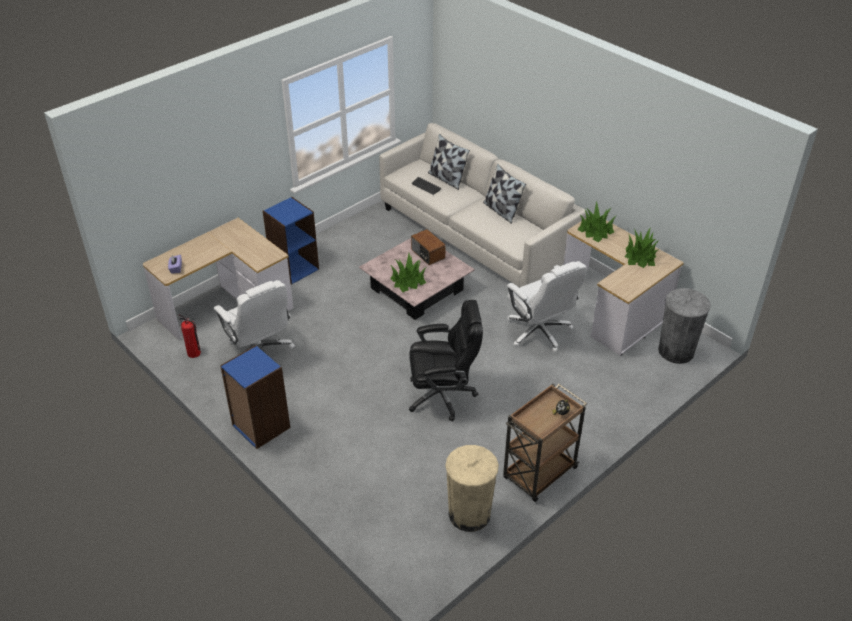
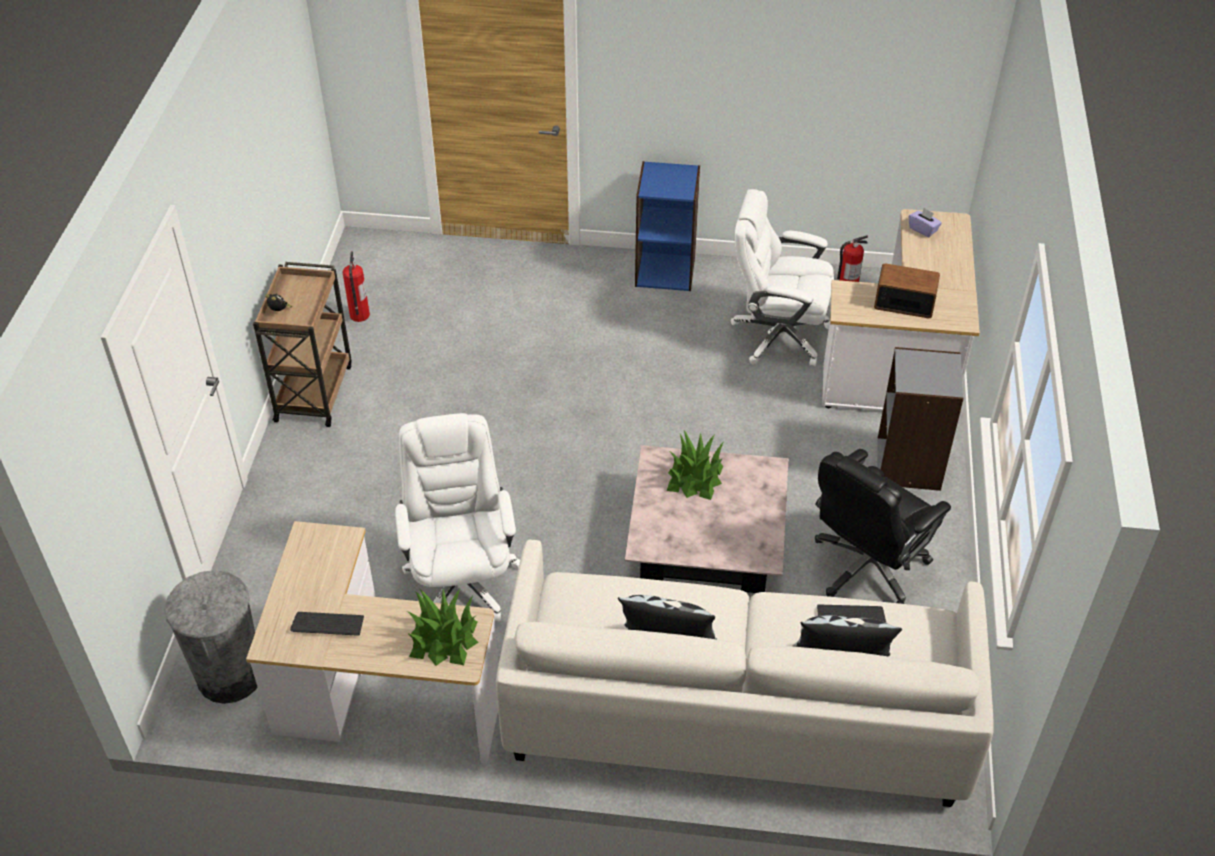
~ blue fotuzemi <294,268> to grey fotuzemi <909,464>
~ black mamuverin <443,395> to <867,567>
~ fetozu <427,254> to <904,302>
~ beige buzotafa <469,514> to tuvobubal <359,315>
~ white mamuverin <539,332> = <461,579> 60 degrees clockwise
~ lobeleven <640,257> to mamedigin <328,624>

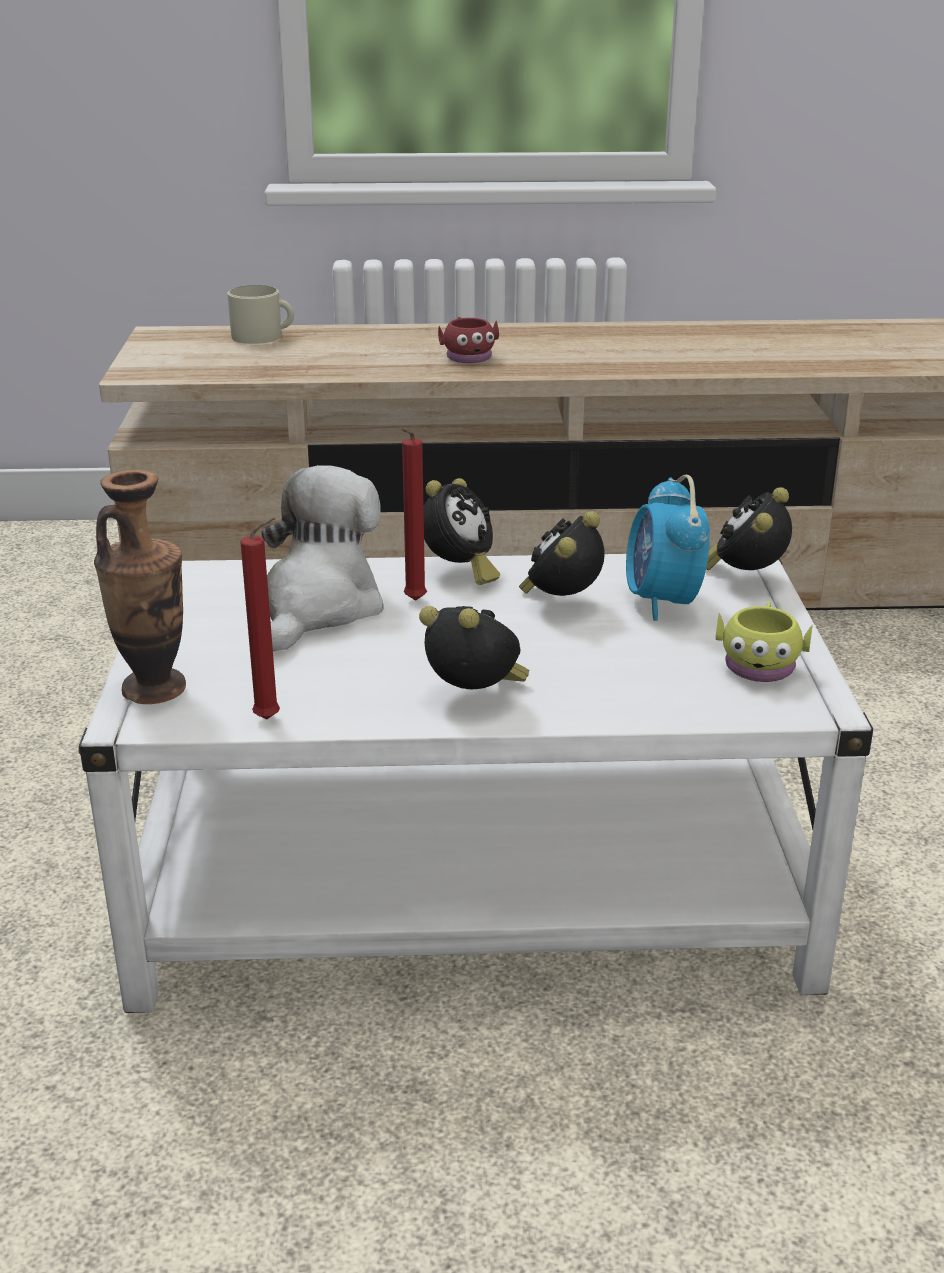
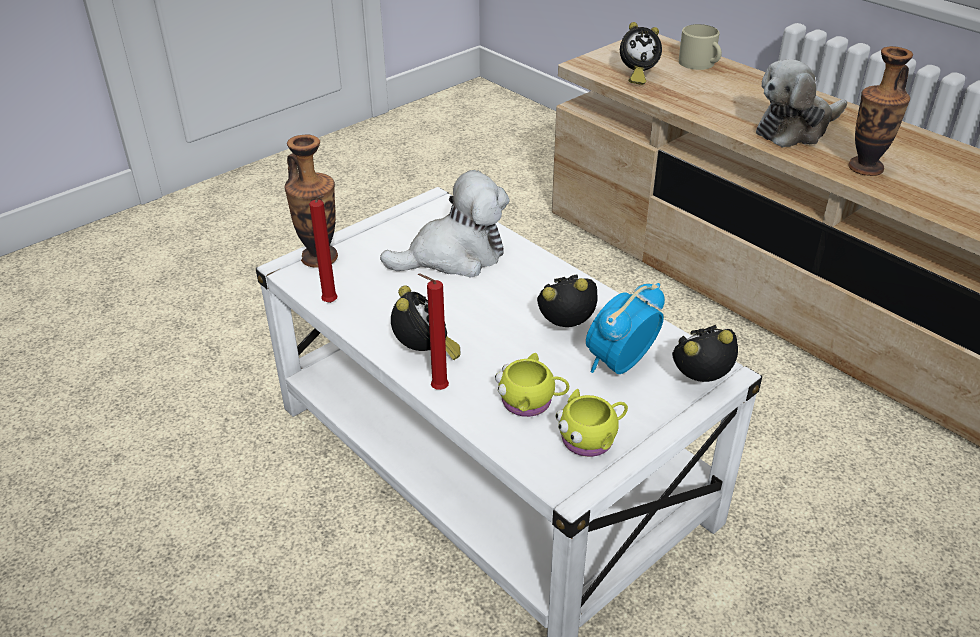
~ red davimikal <413,602> to <437,389>
~ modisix <459,572> to <636,76>
~ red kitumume <467,356> to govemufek <795,129>
+ yellow kitumume <531,402>
+ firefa <865,168>

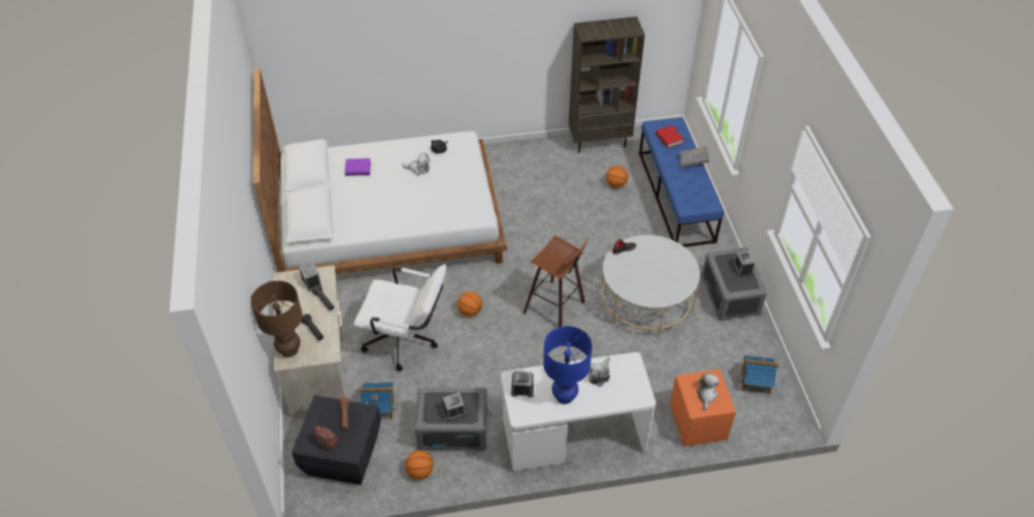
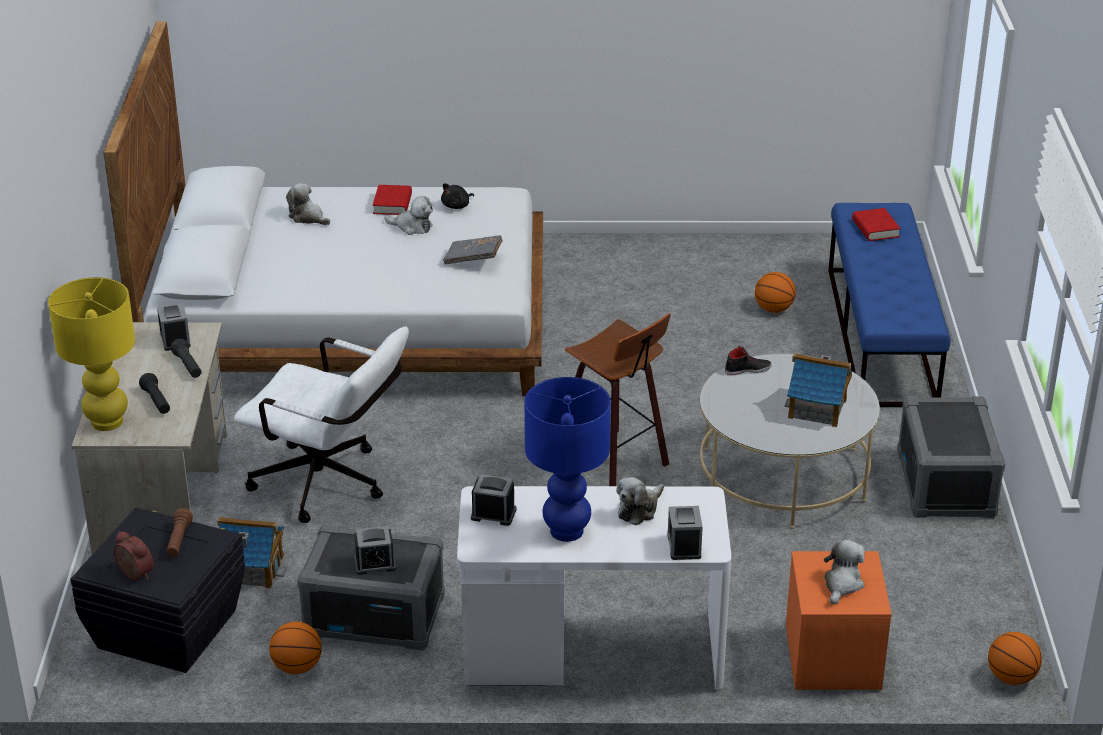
~ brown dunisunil <289,350> to yellow dunisunil <107,422>
~ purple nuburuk <358,169> to govemufek <308,217>
~ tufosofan <470,311> to <1011,678>
- brown fotuzemi <599,141>
~ grey nuburuk <693,161> to <473,258>
~ modisix <742,269> to <684,546>
~ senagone <756,381> to <817,409>
+ red nuburuk <392,204>

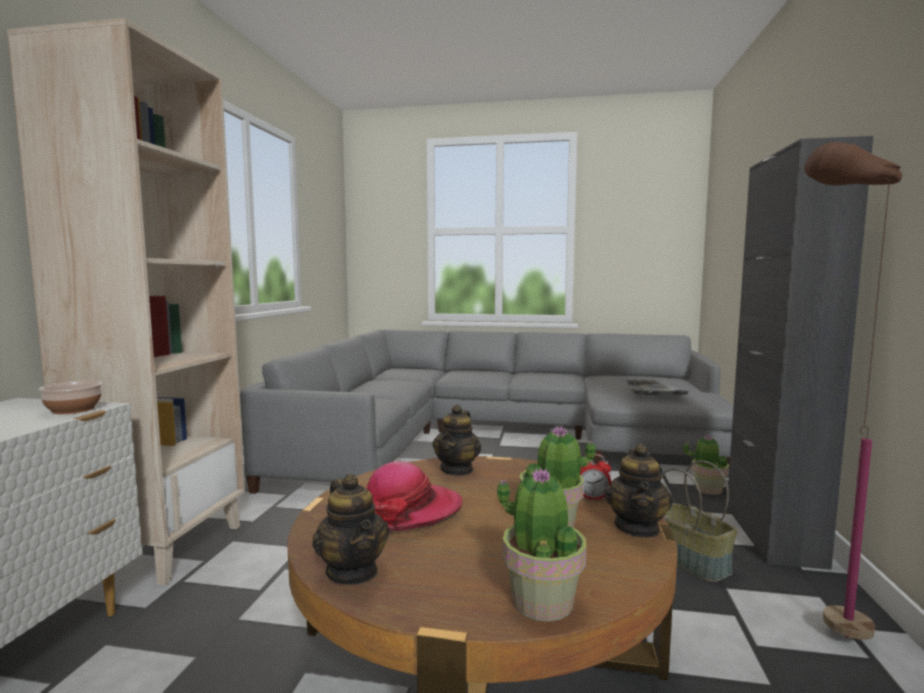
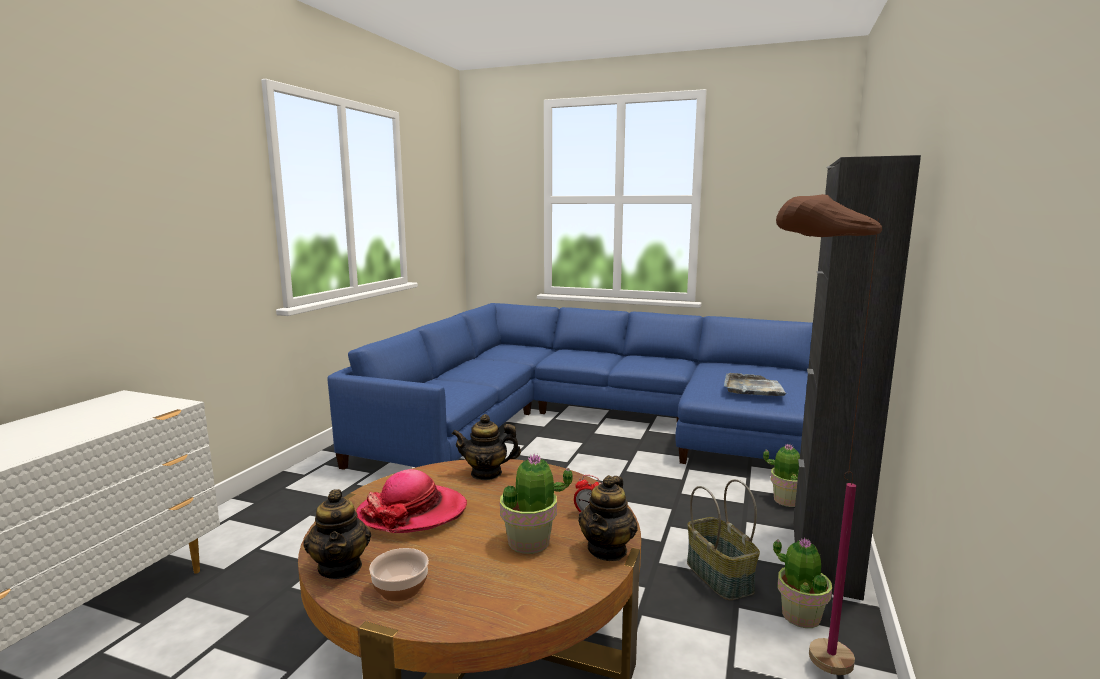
- beige fotuzemi <163,547>
~ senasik <72,410> to <400,588>
~ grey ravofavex <495,436> to blue ravofavex <594,422>
~ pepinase <457,469> = <486,473> 60 degrees clockwise
~ lobeleven <542,601> to <800,615>

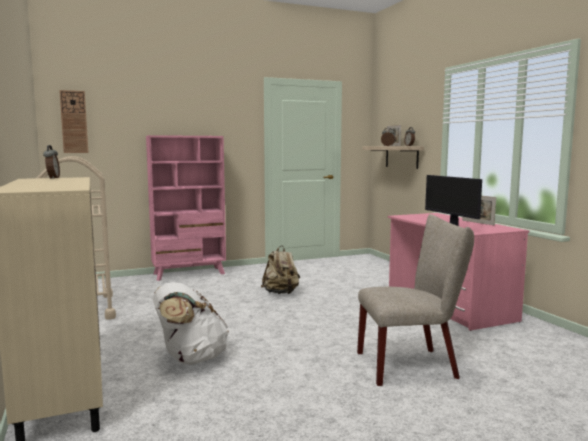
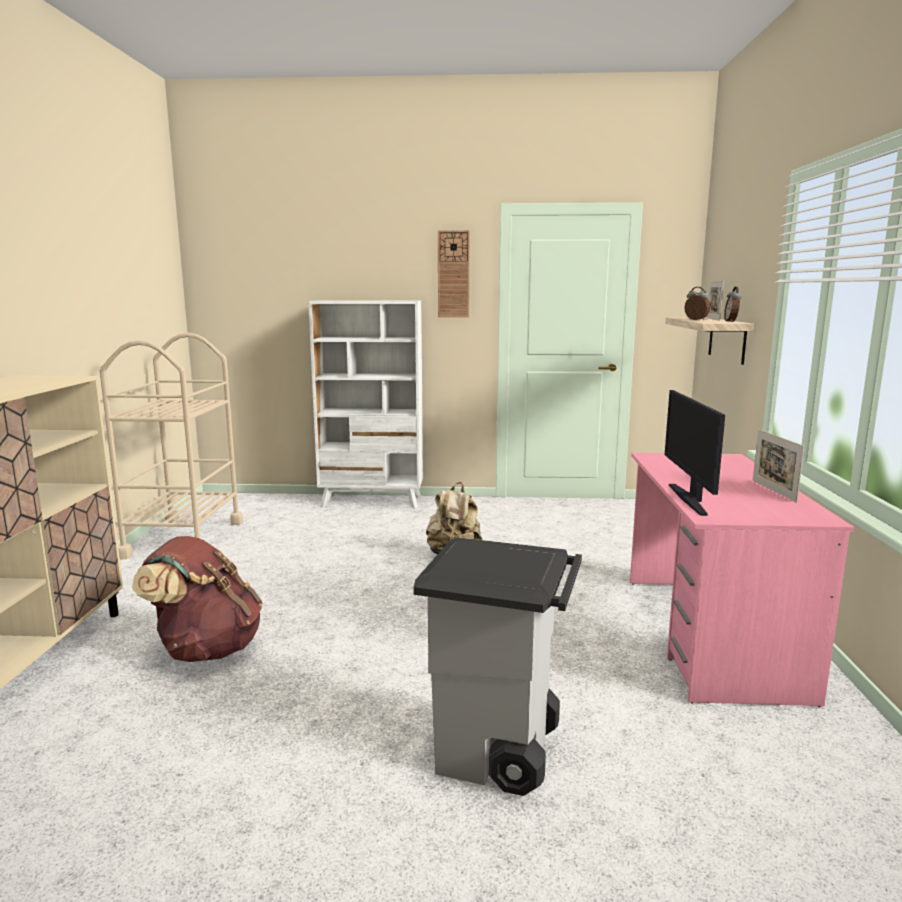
- modisix <52,178>
~ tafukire <74,122> to <453,274>
~ pink fotuzemi <189,274> to white fotuzemi <372,501>
~ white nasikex <190,358> to brown nasikex <206,649>
~ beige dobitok <412,365> to grey buzotafa <498,753>

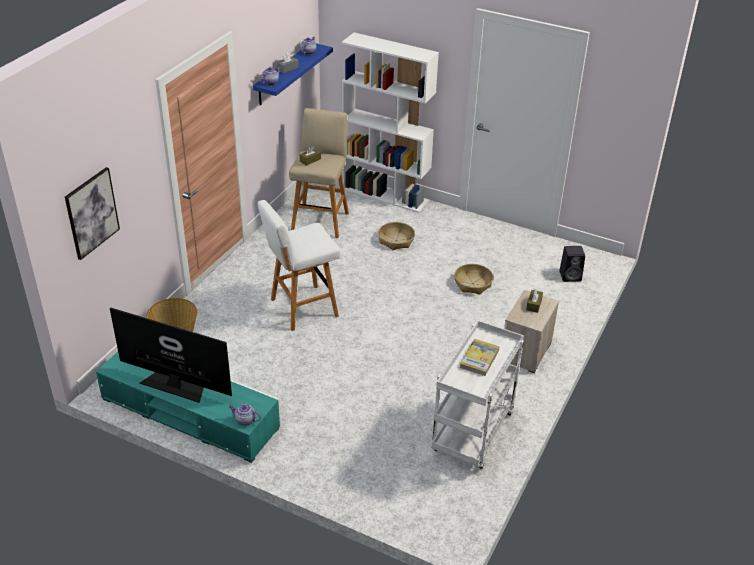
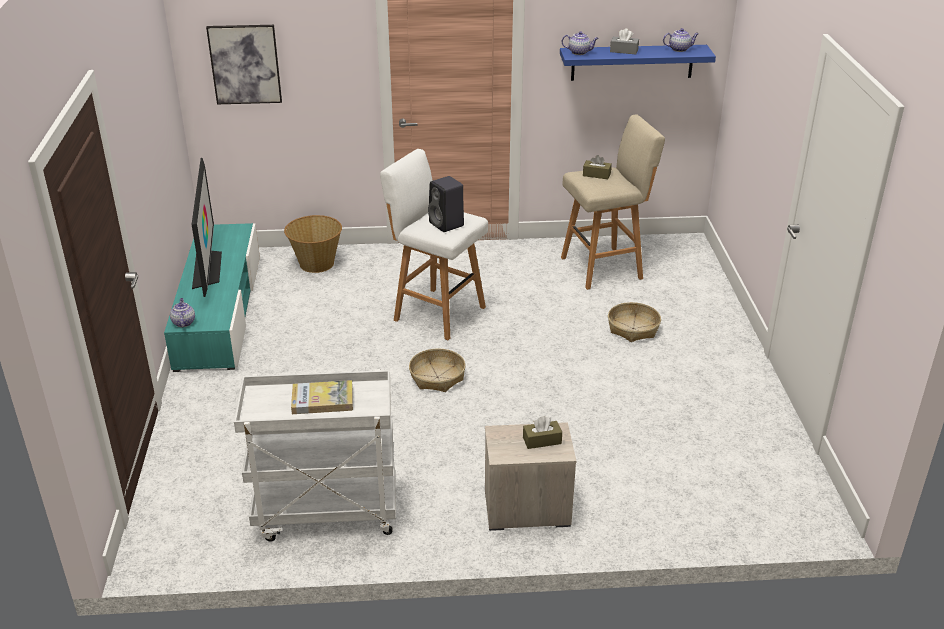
- white fotuzemi <386,195>
~ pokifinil <472,284> to <437,377>
~ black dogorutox <571,276> to <447,224>

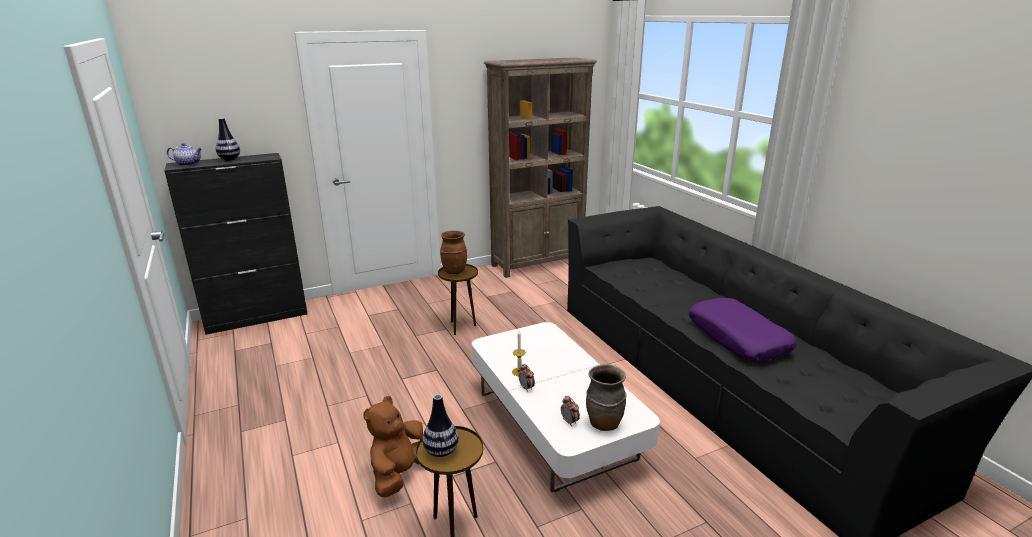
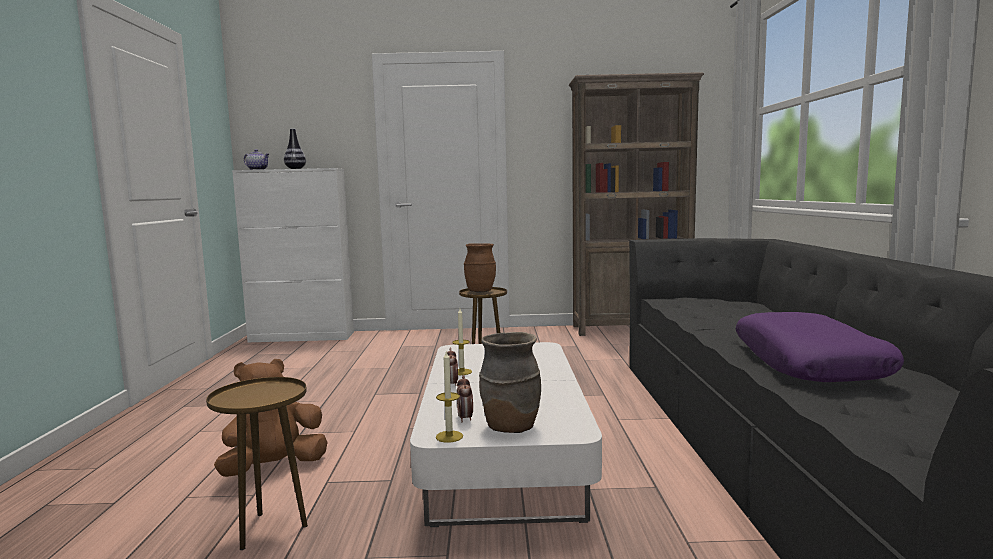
~ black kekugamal <257,317> to white kekugamal <302,337>
- firefa <441,451>
+ davimikal <449,436>

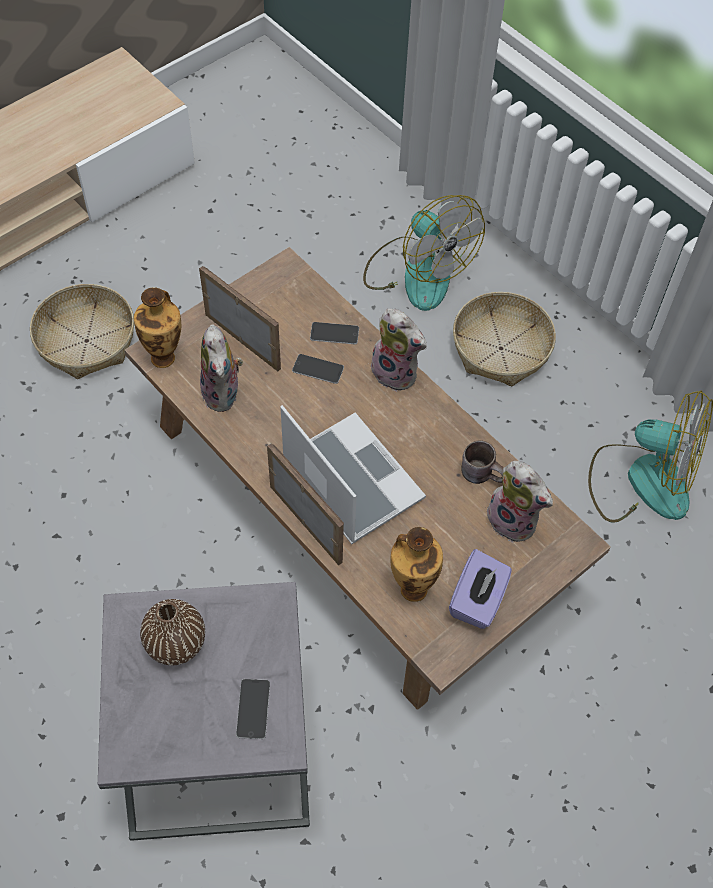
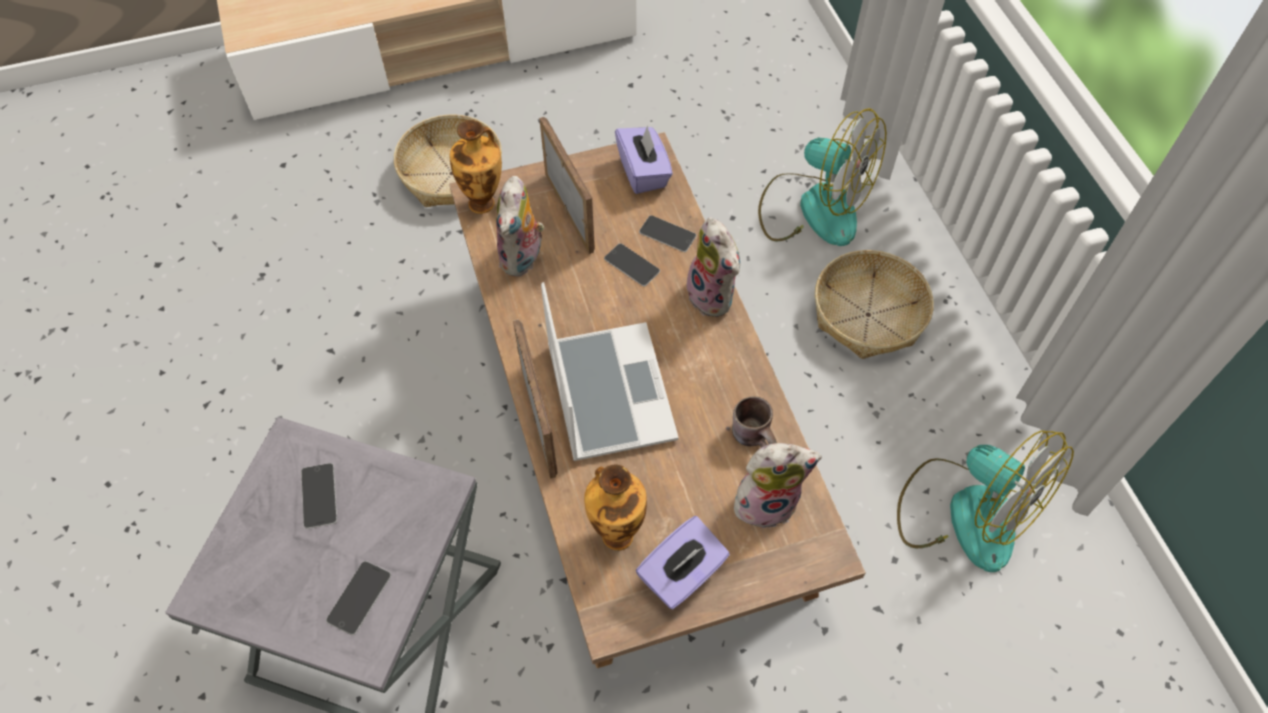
~ brown firefa <176,643> to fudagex <319,495>
~ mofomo <417,272> = <813,207> 45 degrees counterclockwise
~ govemufek <514,521> = <766,501> 75 degrees counterclockwise
+ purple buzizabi <643,172>

